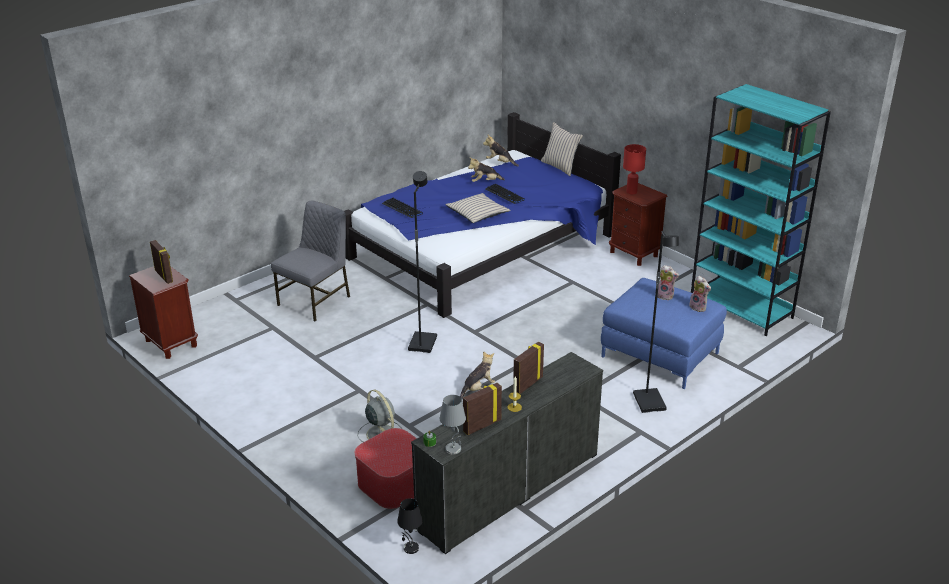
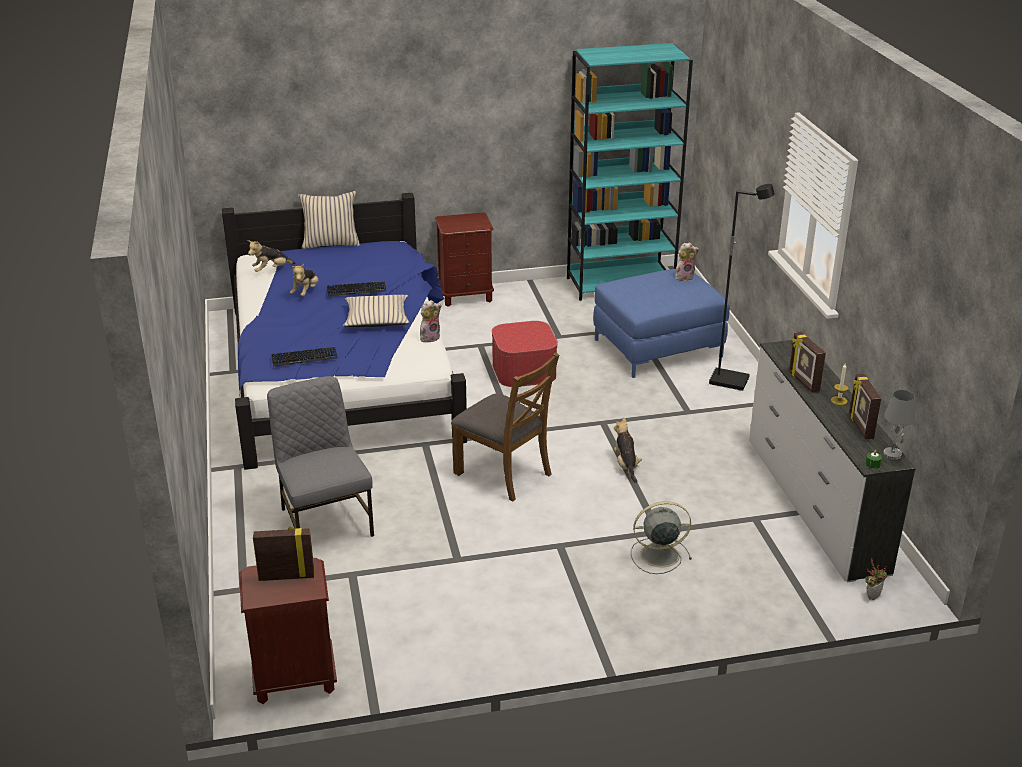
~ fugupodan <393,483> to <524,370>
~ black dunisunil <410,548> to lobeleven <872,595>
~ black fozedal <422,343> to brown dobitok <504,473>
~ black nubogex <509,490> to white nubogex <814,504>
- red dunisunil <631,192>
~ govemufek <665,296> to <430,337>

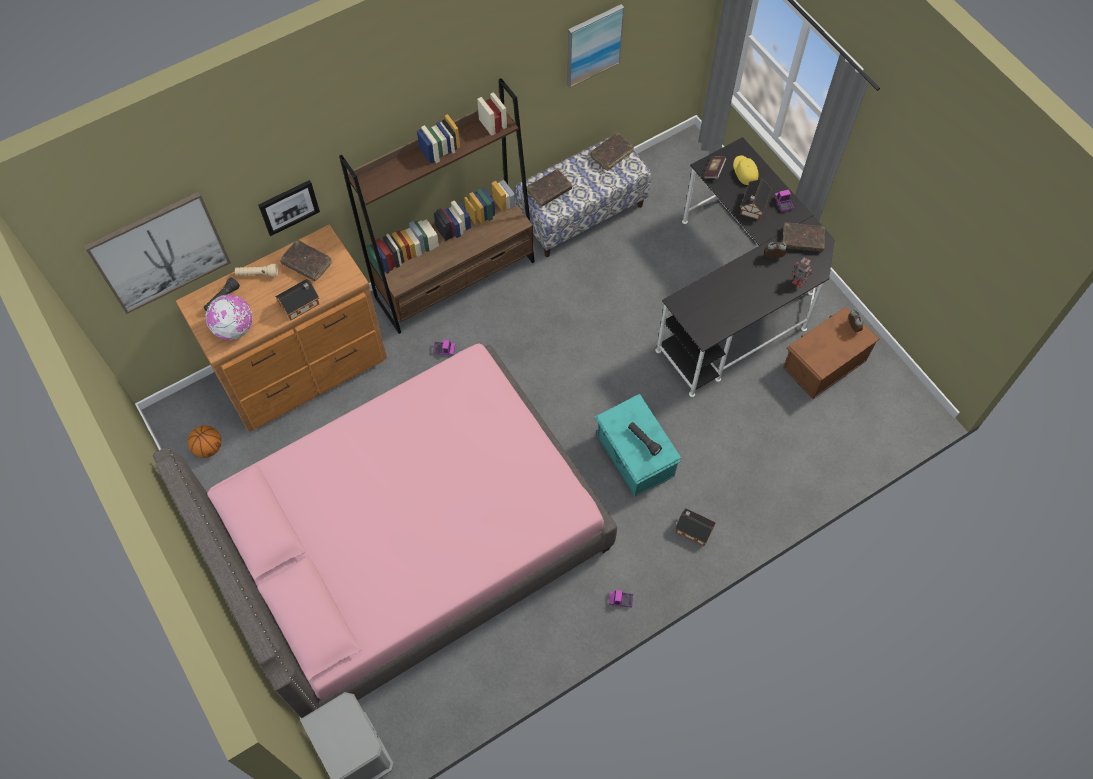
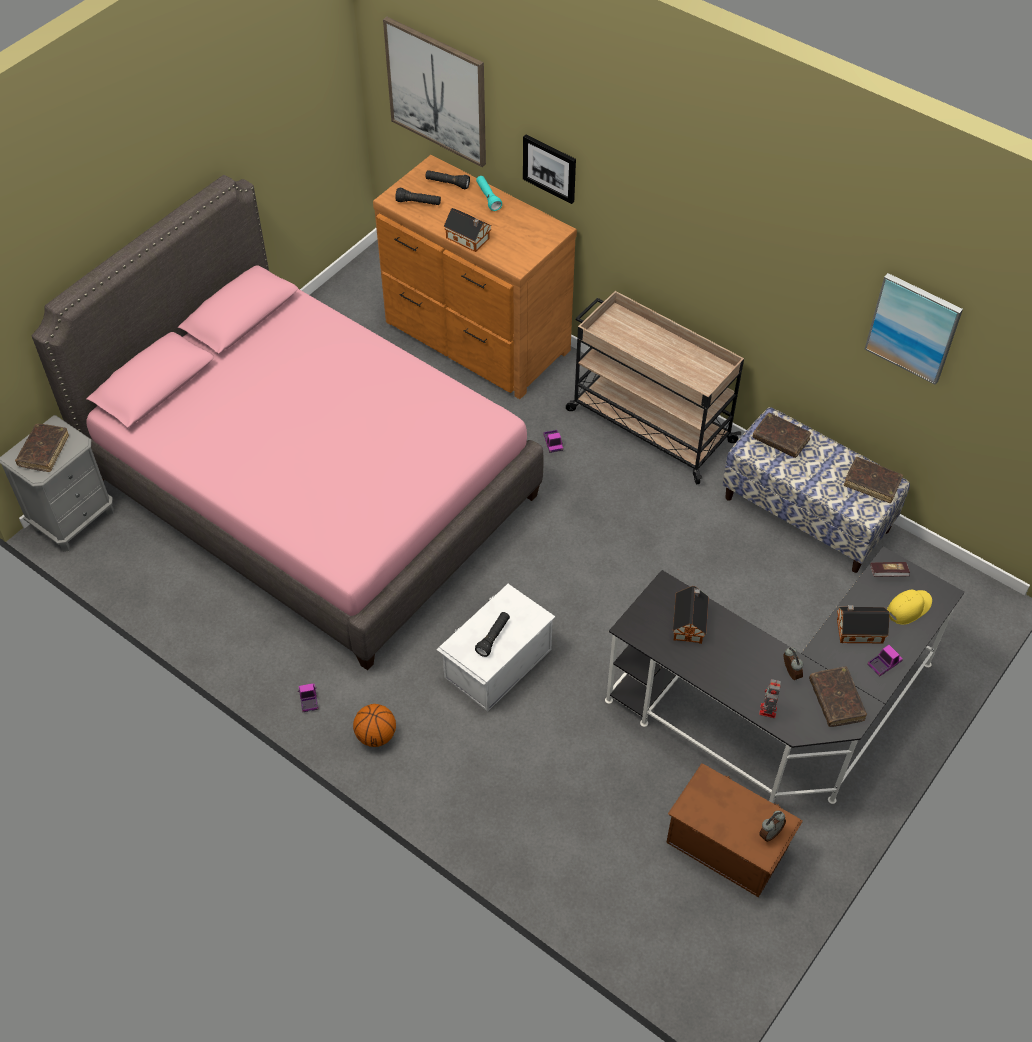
~ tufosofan <208,448> to <376,735>
~ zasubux <234,328> to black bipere <418,203>
~ beige bipere <257,274> to turquoise bipere <488,197>
~ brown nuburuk <307,263> to <44,451>
~ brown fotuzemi <455,279> to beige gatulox <648,425>
~ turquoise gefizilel <634,457> to white gefizilel <496,663>
~ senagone <692,529> to <689,622>

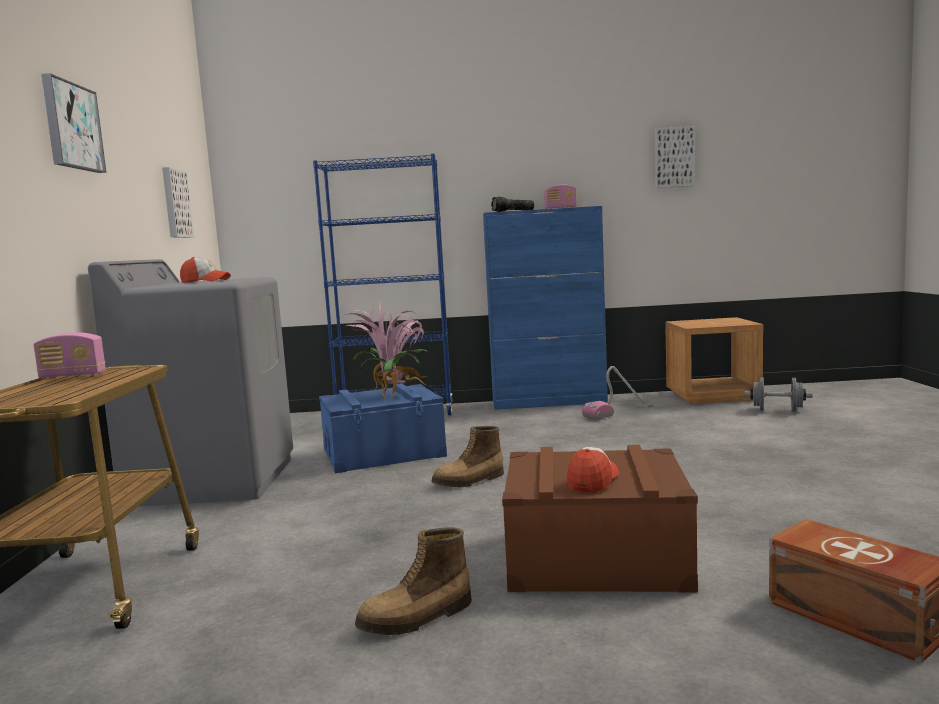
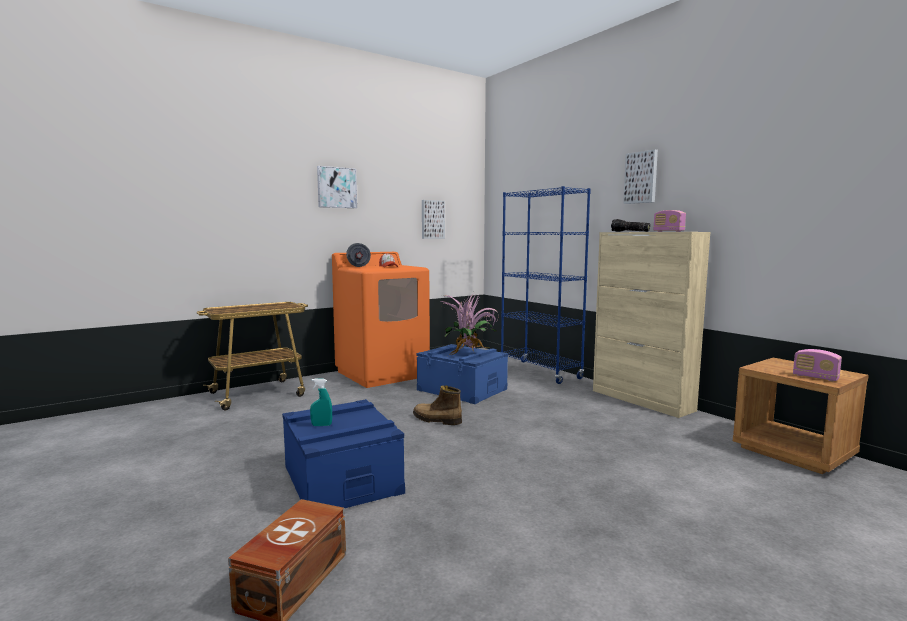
~ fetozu <73,376> to <815,377>
~ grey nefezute <214,480> to orange nefezute <382,373>
- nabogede <417,618>
~ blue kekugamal <549,402> to beige kekugamal <642,400>
~ brown gefizilel <596,558> to blue gefizilel <341,479>
~ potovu <593,480> to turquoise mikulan <321,425>
- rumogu <618,412>
~ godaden <673,157> to <641,177>
~ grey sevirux <777,410> to <358,266>

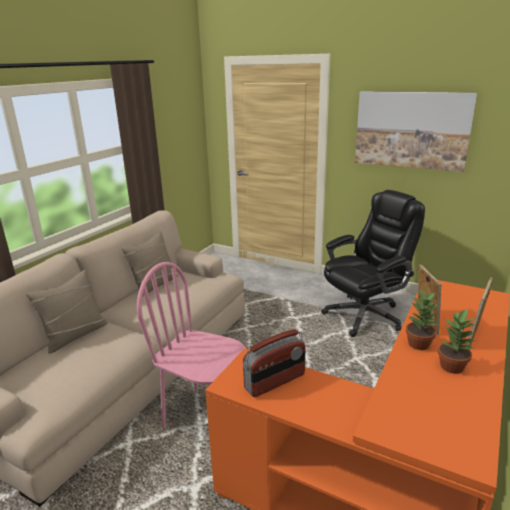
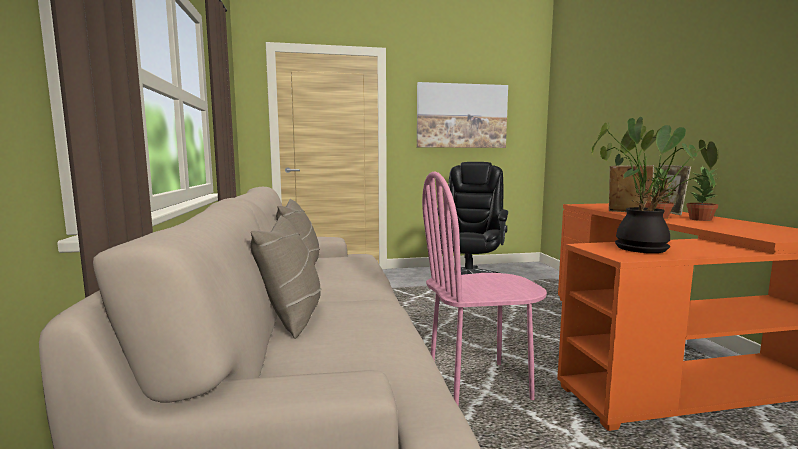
~ fetozu <275,382> to lobeleven <644,248>

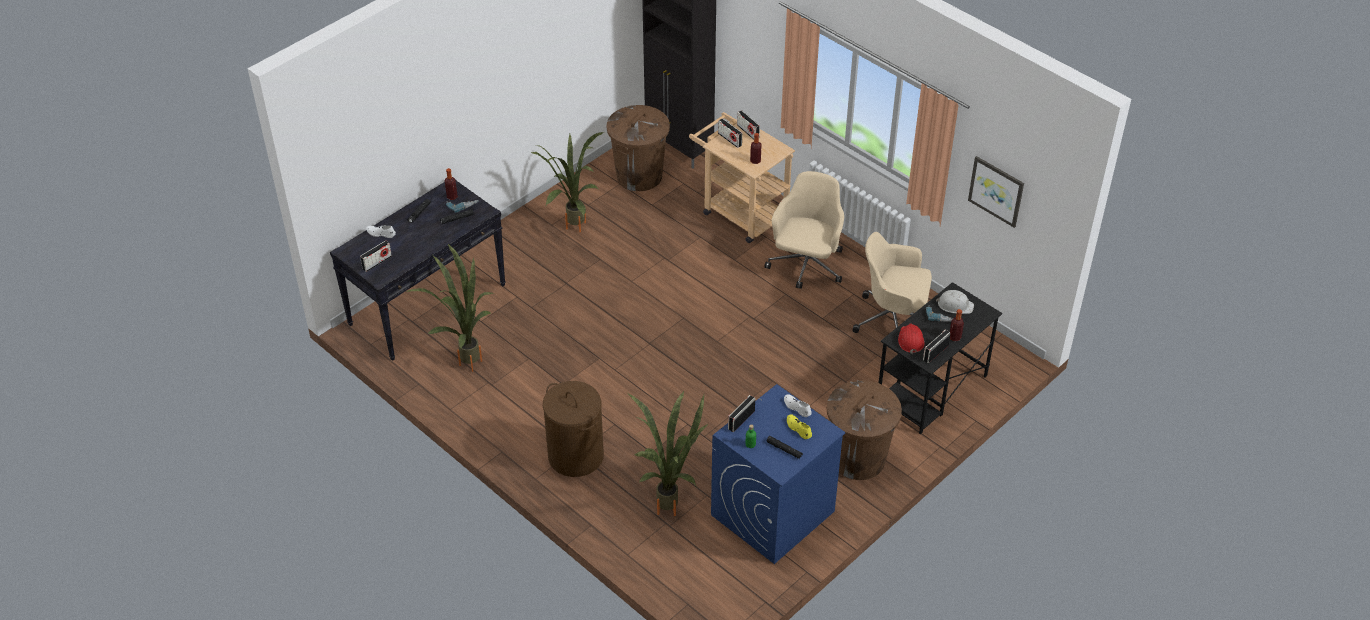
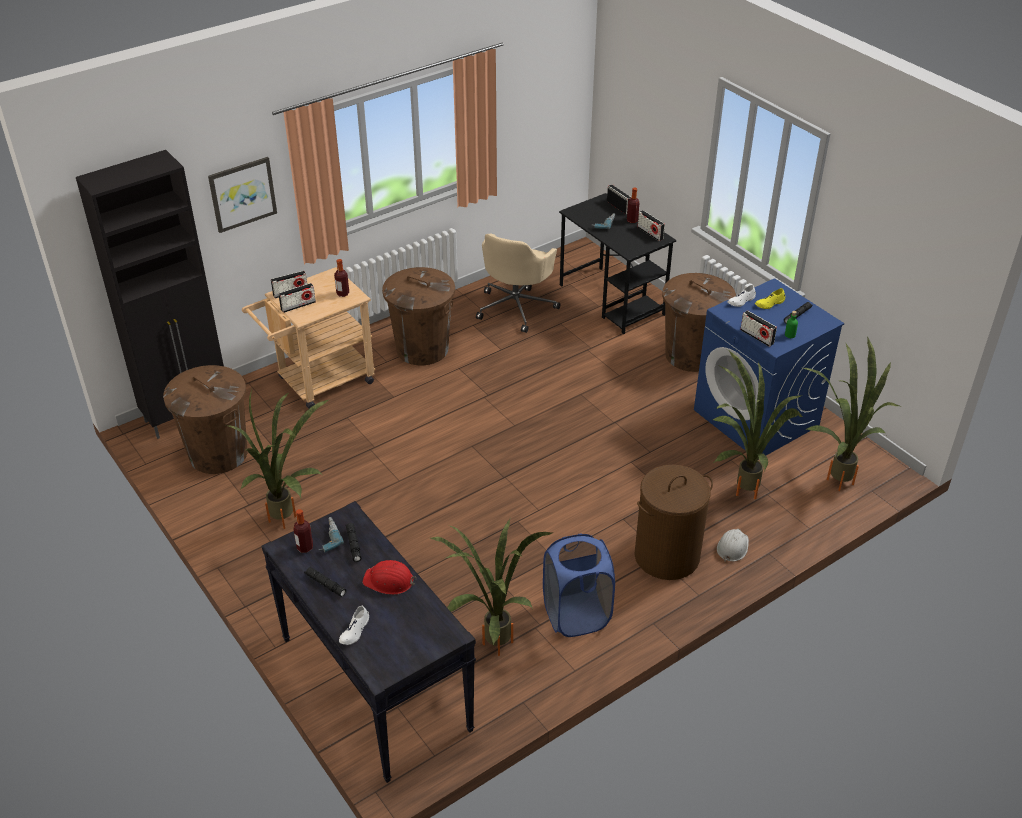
~ fetozu <377,262> to <618,207>
~ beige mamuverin <806,266> to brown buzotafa <422,349>
~ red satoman <910,340> to <389,581>
~ white satoman <955,305> to <732,547>
~ godaden <996,191> to <242,194>
+ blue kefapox <576,615>
+ lobeleven <836,476>

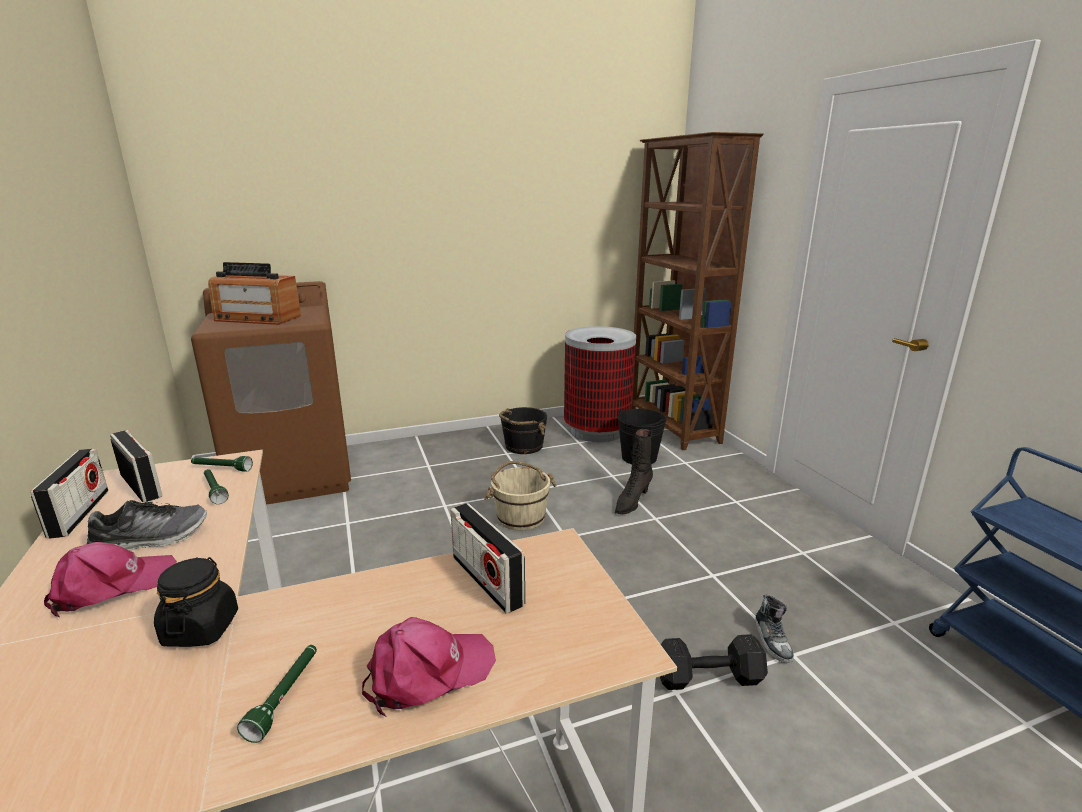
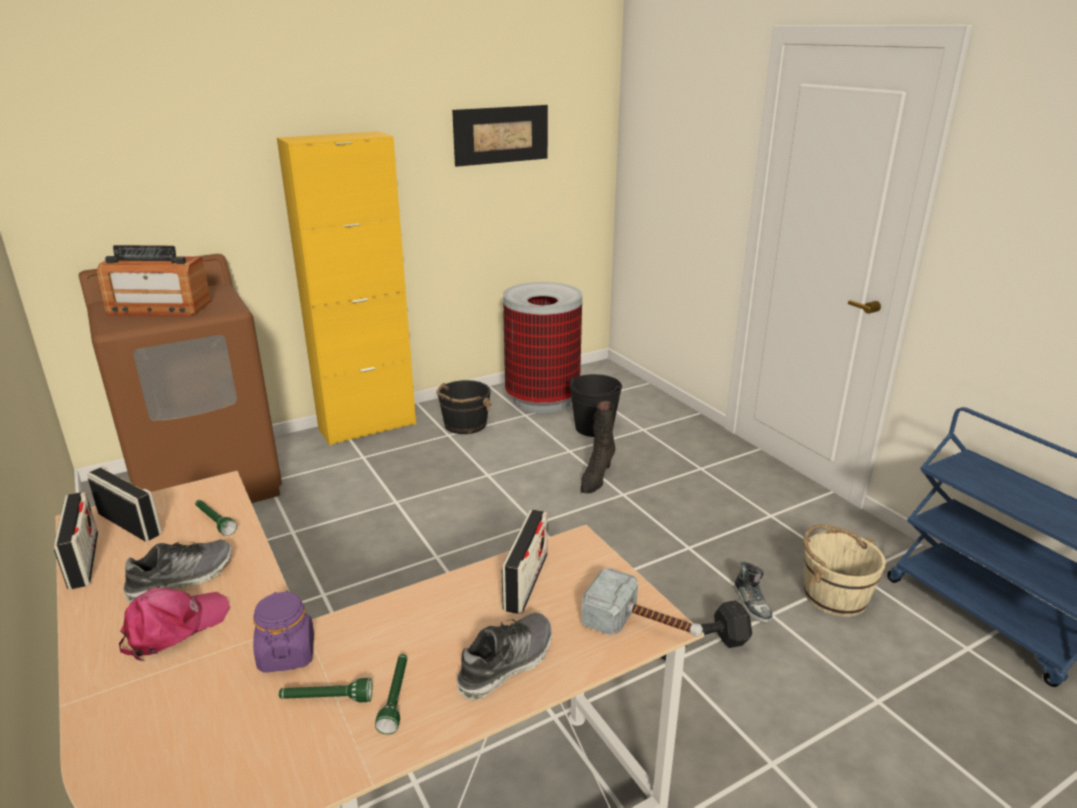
~ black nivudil <201,628> to purple nivudil <287,654>
~ green bipere <221,469> to <326,699>
~ pink potovu <427,673> to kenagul <506,664>
~ fetozu <487,580> = <526,581> 120 degrees counterclockwise
~ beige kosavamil <520,517> to <834,595>
- brown fotuzemi <672,426>
+ yellow kekugamal <367,426>
+ godaden <501,135>
+ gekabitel <642,626>

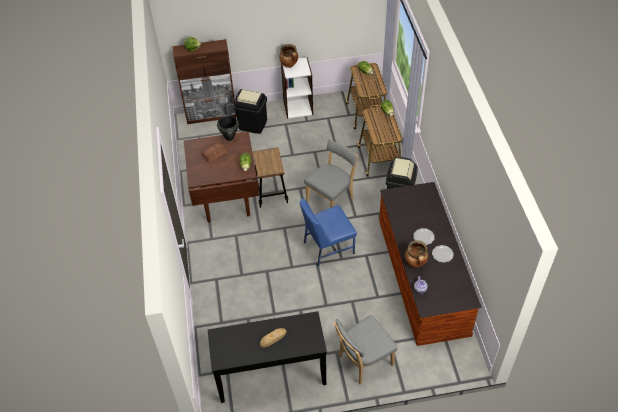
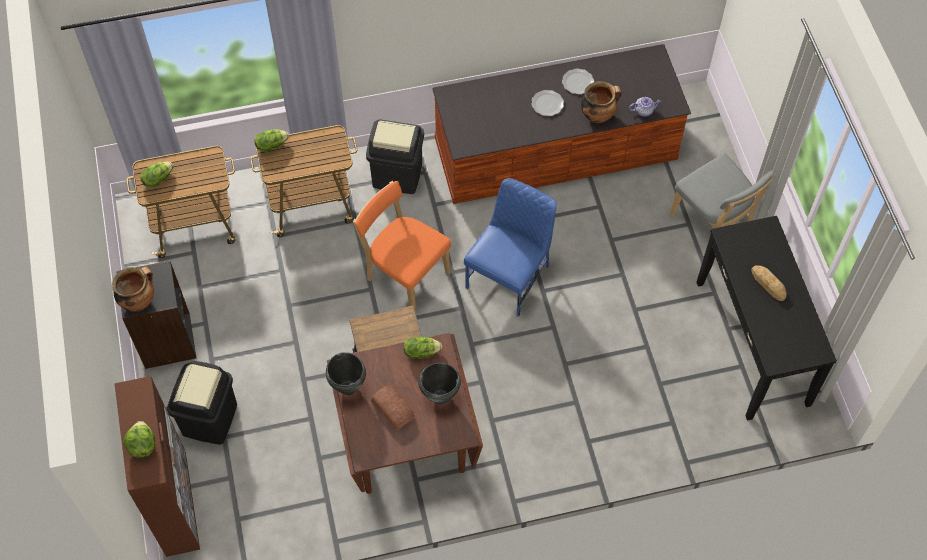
~ white fotuzemi <298,108> to black fotuzemi <166,340>
~ blue dobitok <327,247> = <510,276> 120 degrees counterclockwise
~ grey dobitok <331,199> to orange dobitok <405,274>
+ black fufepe <440,397>

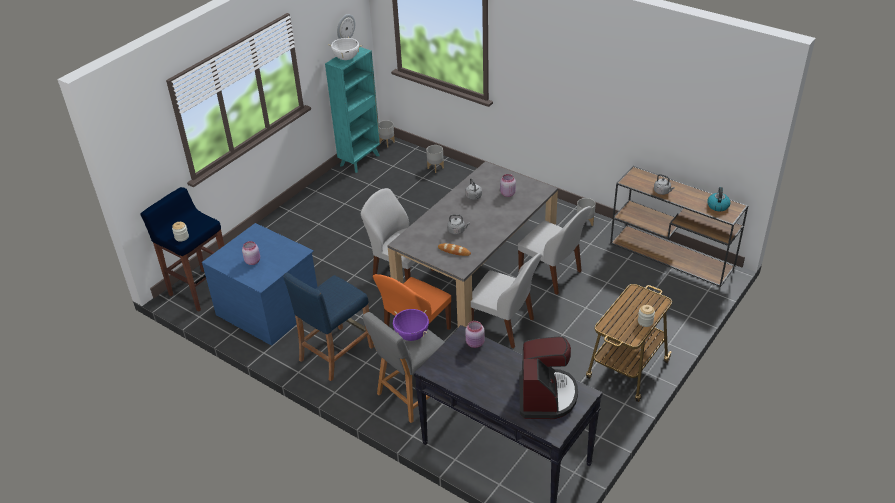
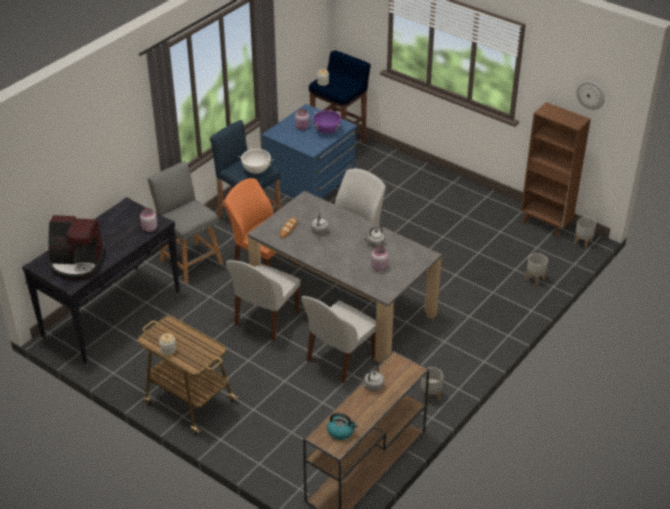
~ turquoise fotuzemi <360,160> to brown fotuzemi <545,224>
~ white fufepe <346,58> to <256,170>
~ purple fufepe <412,335> to <327,131>

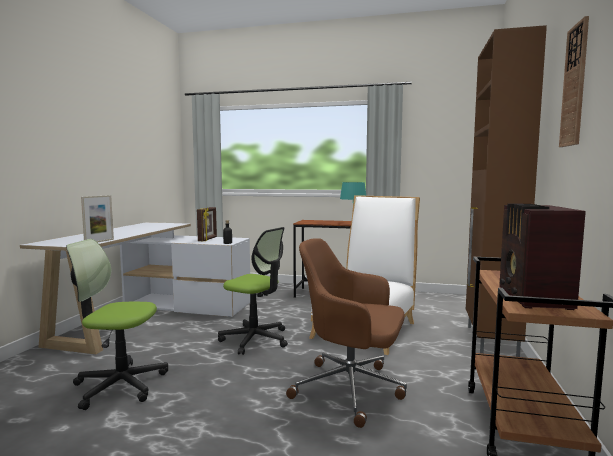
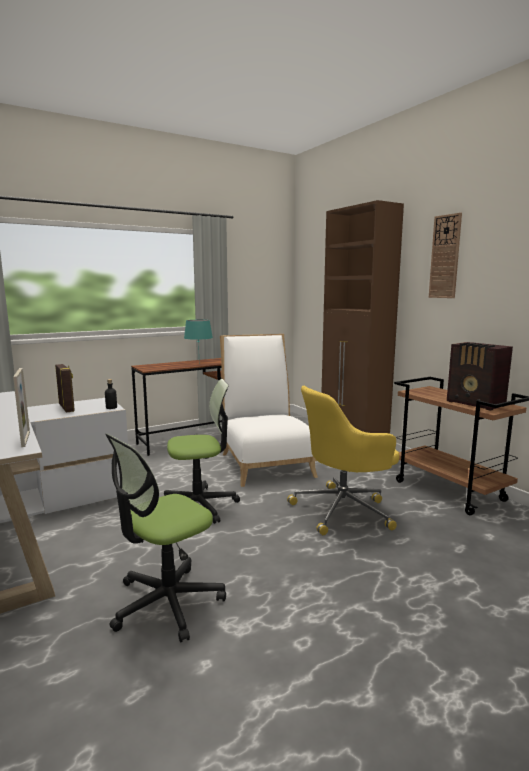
~ brown mamuverin <351,389> to yellow mamuverin <343,510>

